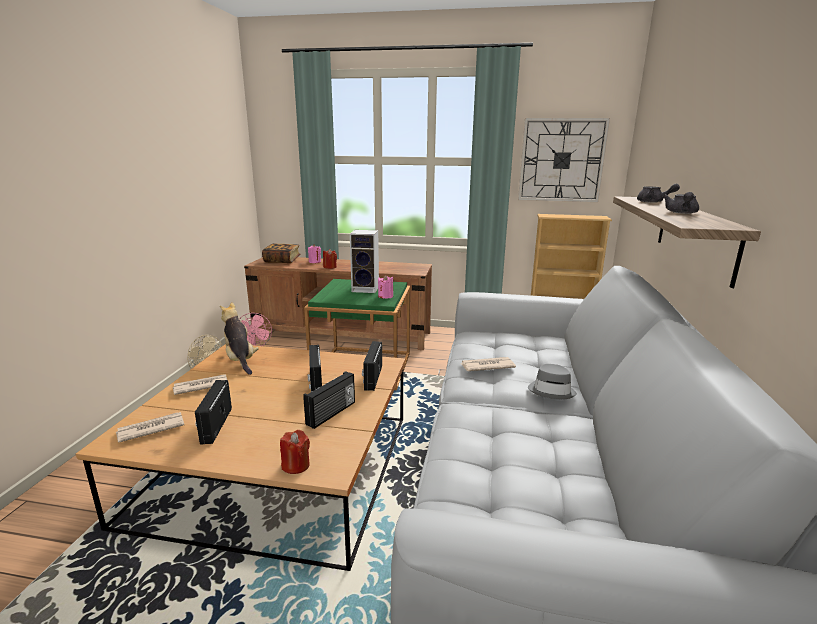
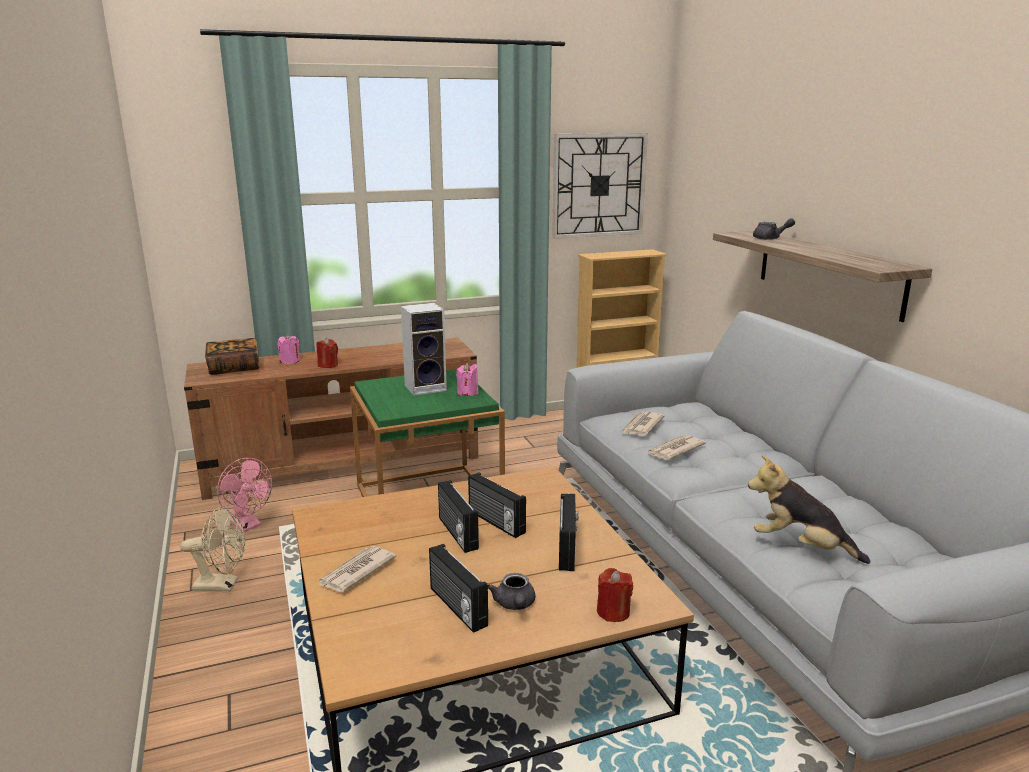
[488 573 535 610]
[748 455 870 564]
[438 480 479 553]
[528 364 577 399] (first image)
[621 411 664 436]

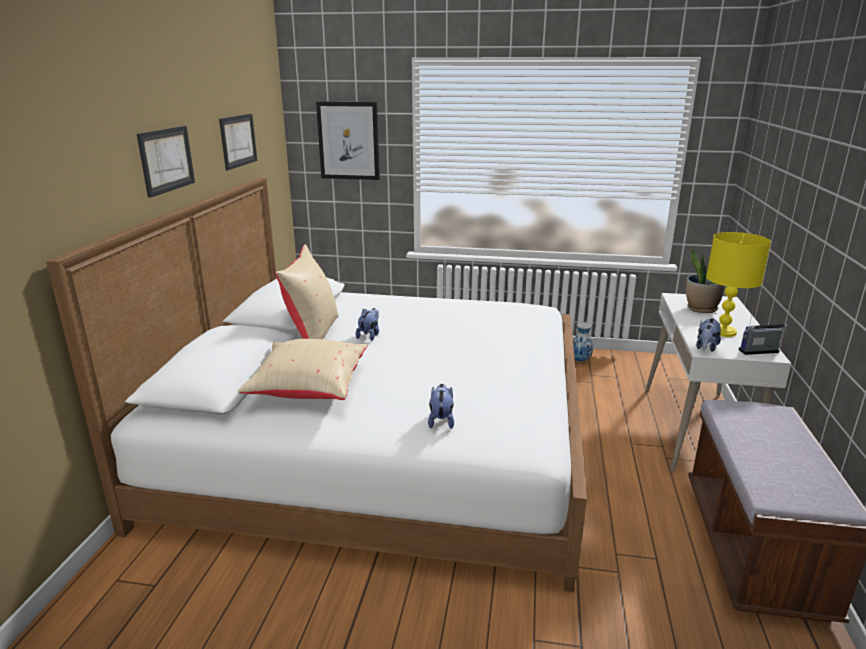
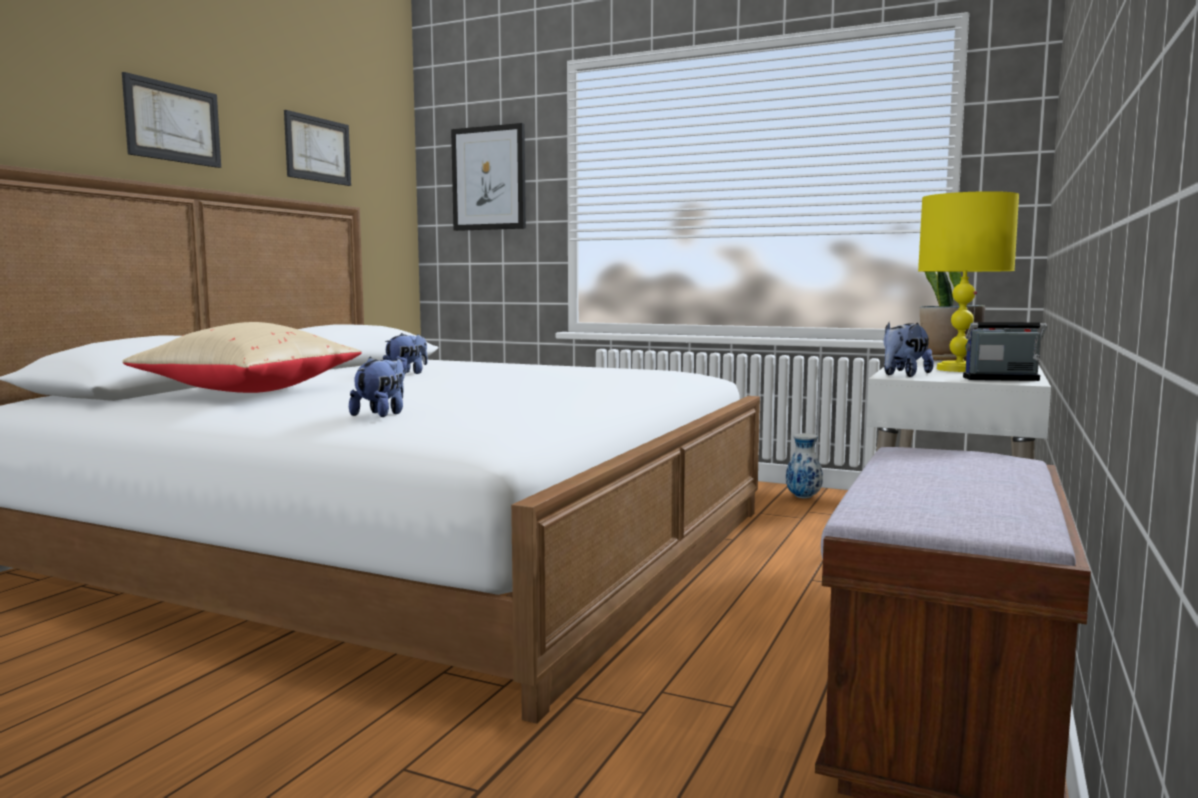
[275 244 339 340] (first image)

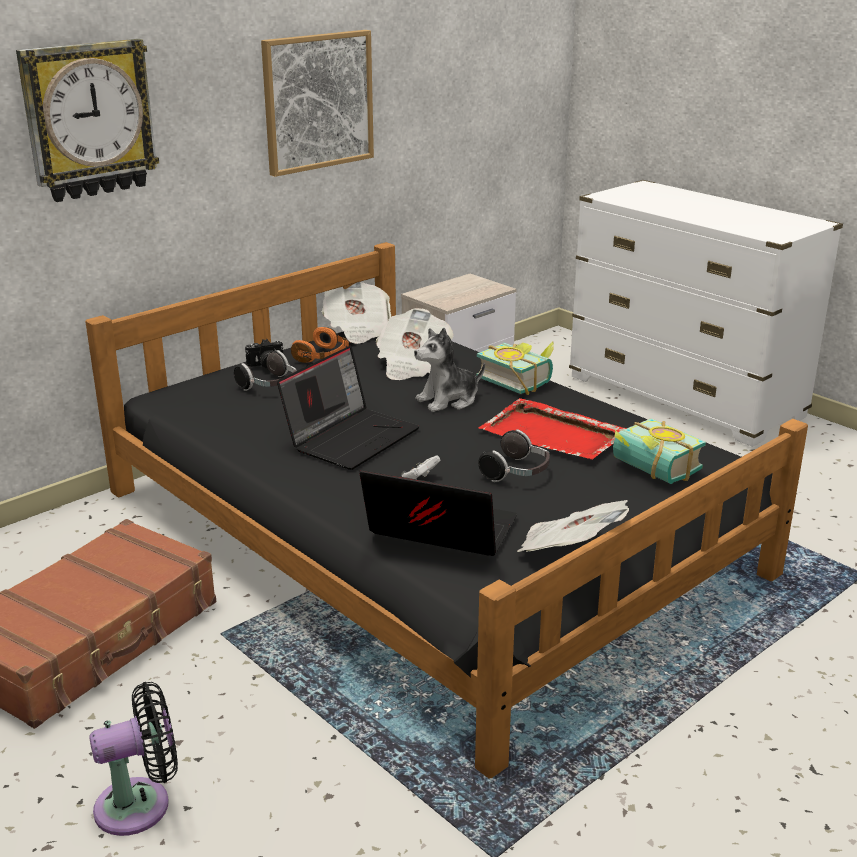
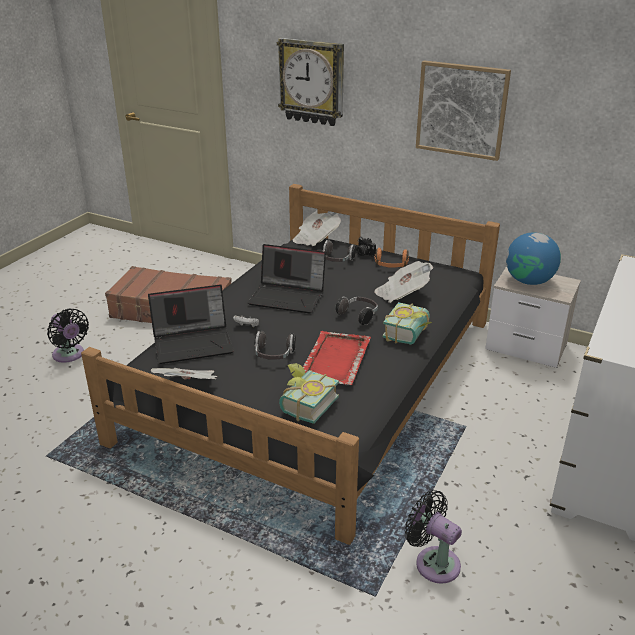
[293 210 341 246]
[335 296 378 325]
[148 284 234 364]
[506 232 561 285]
[405 490 462 584]

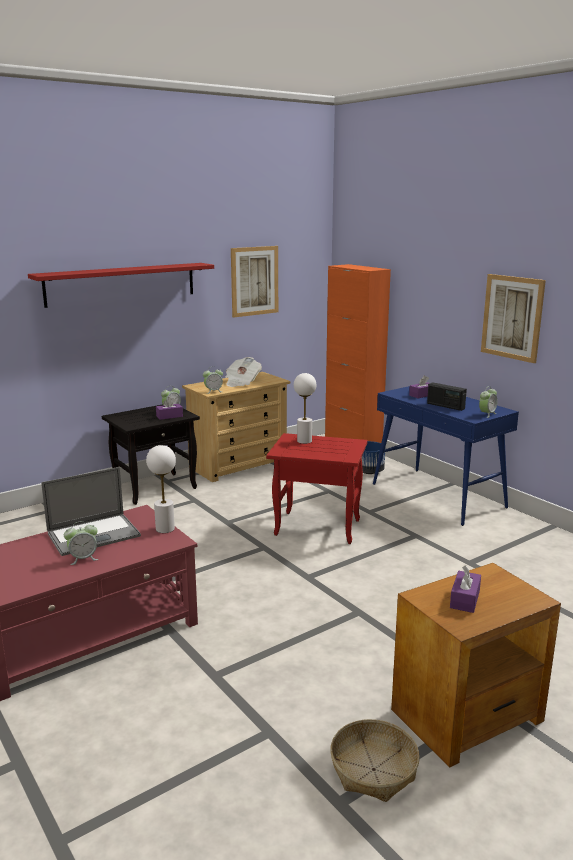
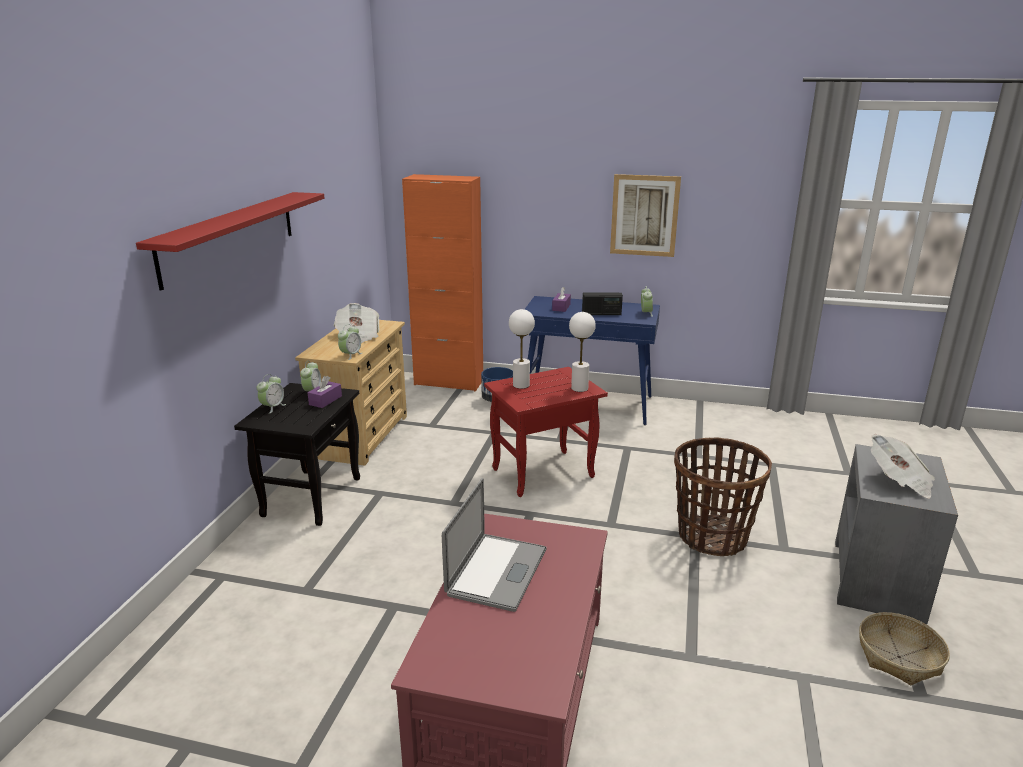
[231 246 278 318] (first image)
[569 312 596 392]
[256 374 286 414]
[835 444 958 624]
[871 434 935 498]
[674 437 772 556]

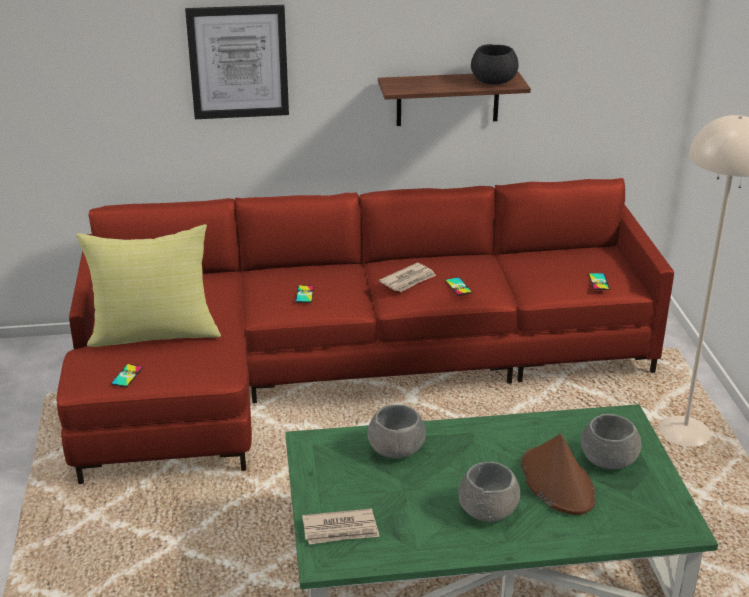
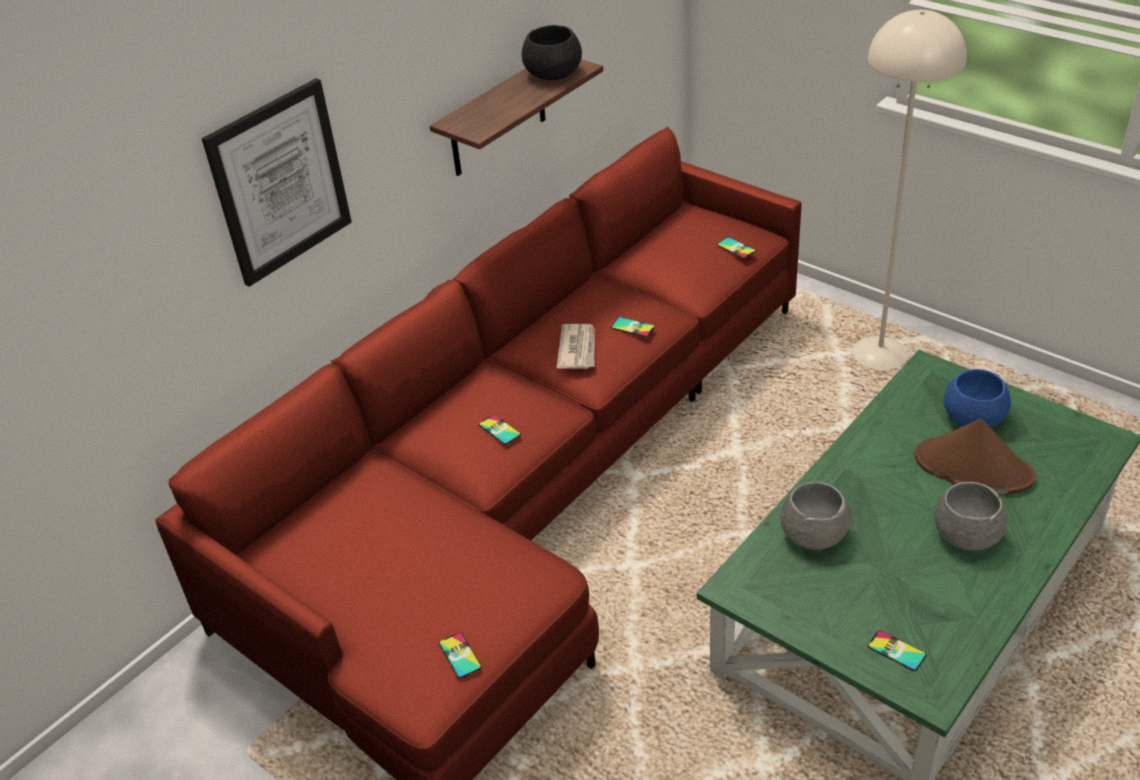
[76 224 221 347] (first image)
[944 369 1011 428]
[868 630 927 671]

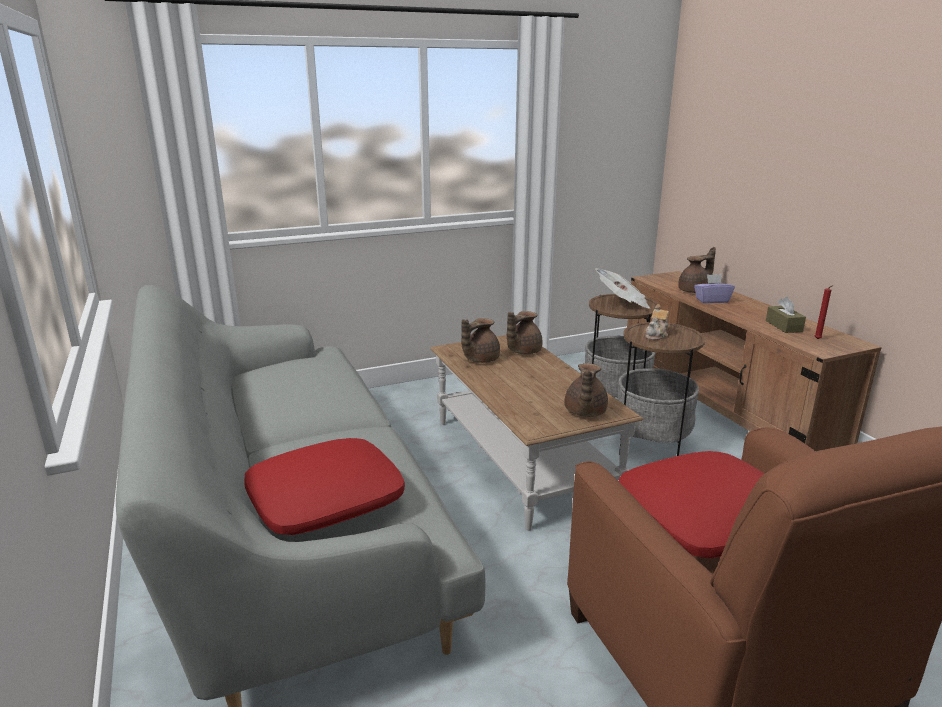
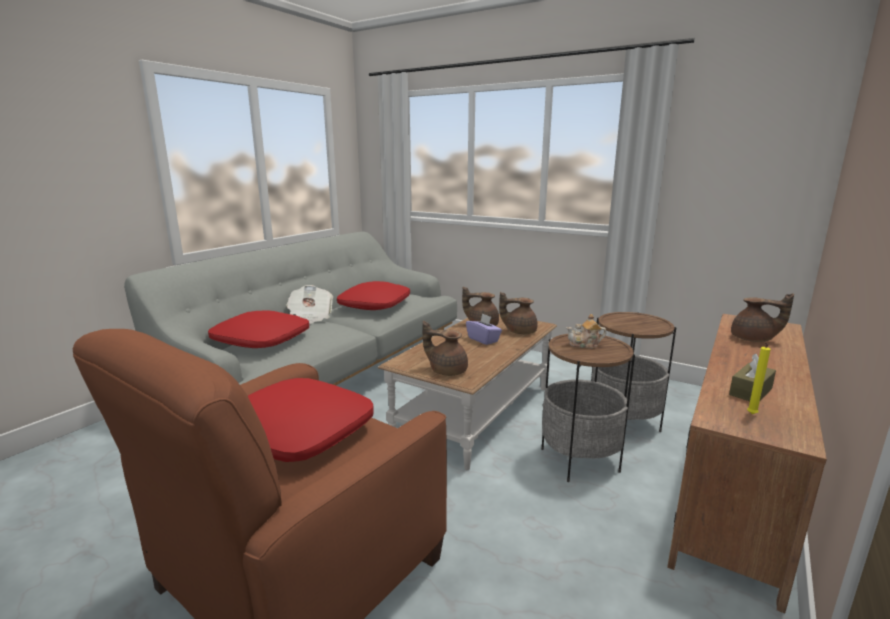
[286 285 333 324]
[466 313 502 345]
[747 343 771 414]
[422 321 468 376]
[337 281 410 310]

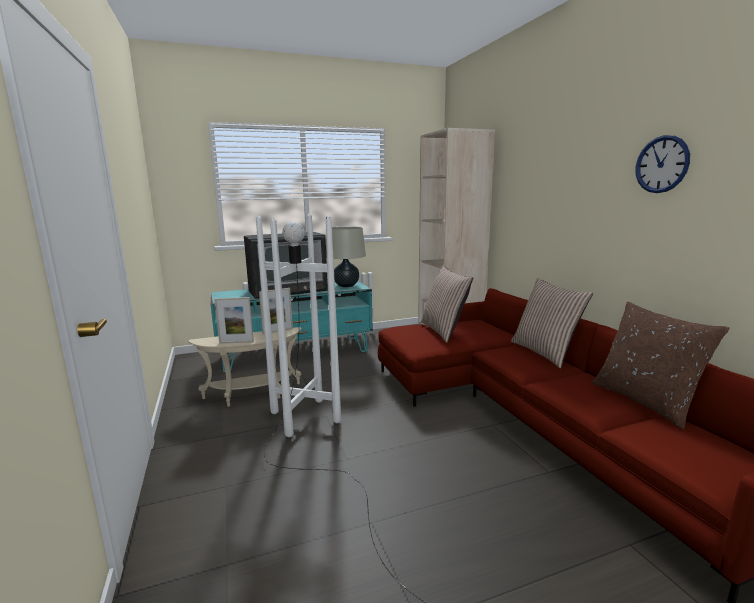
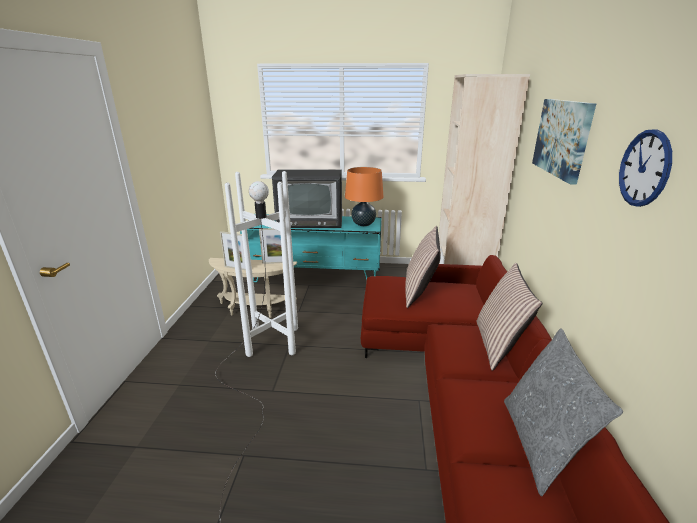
[345 167 383 226]
[504 328 623 496]
[532 99 596 185]

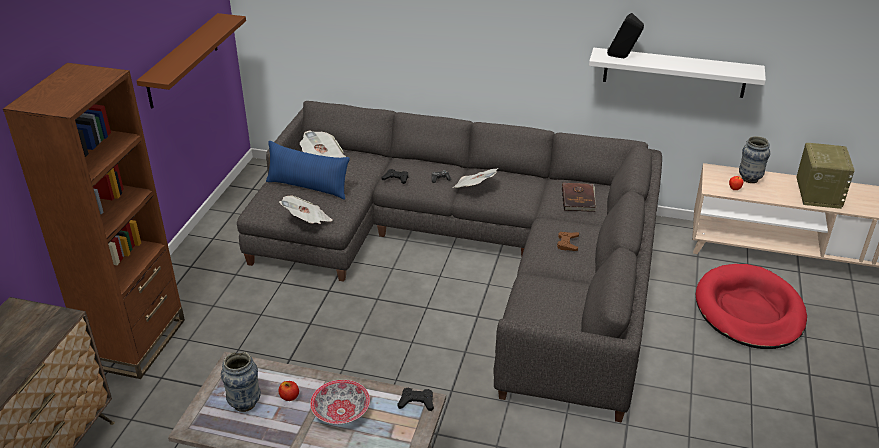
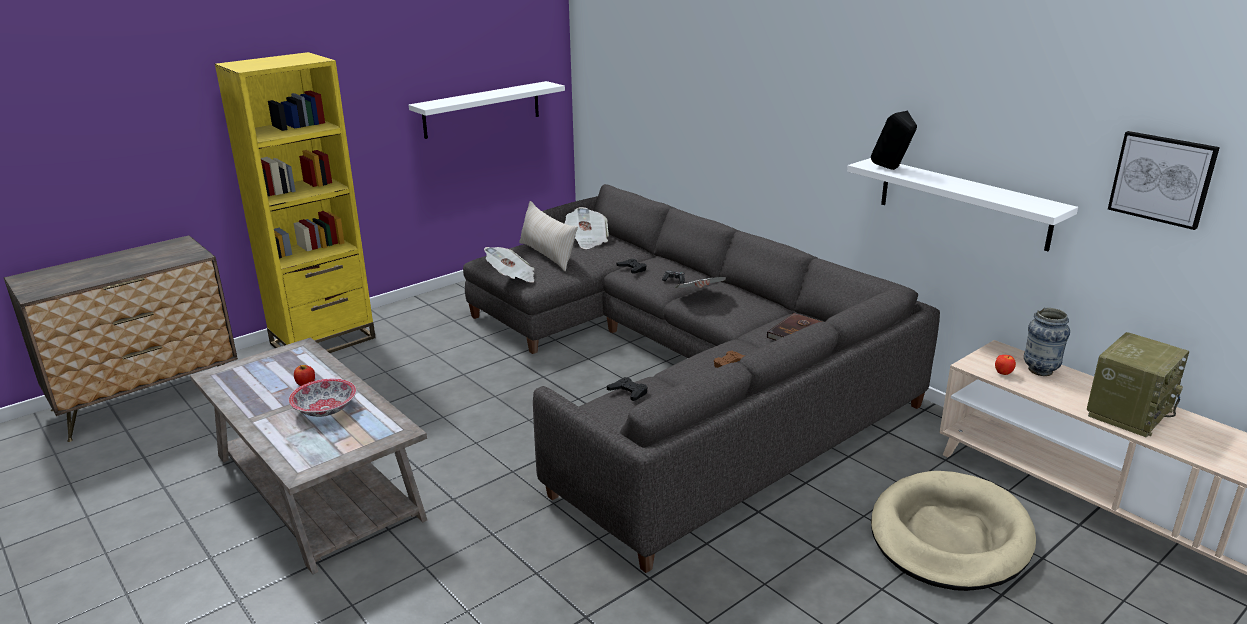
[409 81 565 139]
[215 52 376 353]
[519 201 578 271]
[871 471 1036 591]
[221 352 261 412] (first image)
[607 377 648 401]
[1108 131 1220 230]

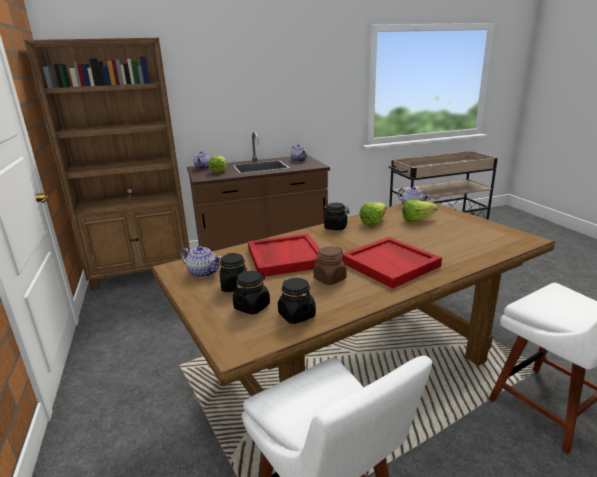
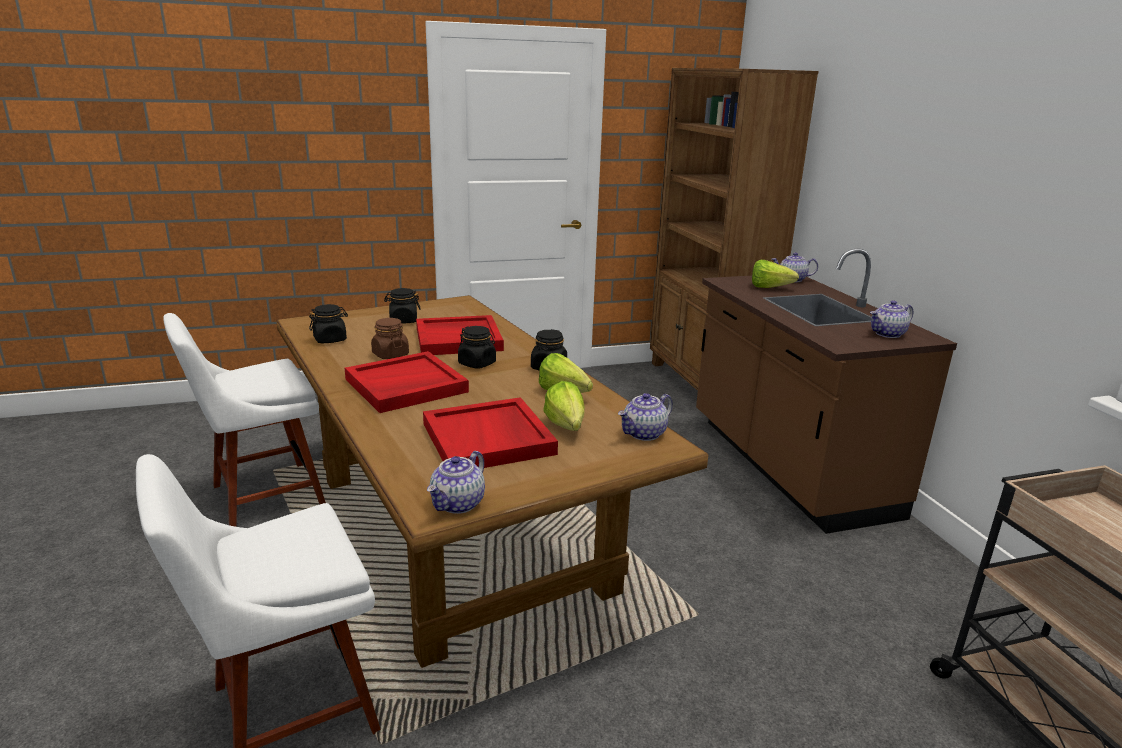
[427 451 485 514]
[458 326 496 369]
[423 397 558 468]

